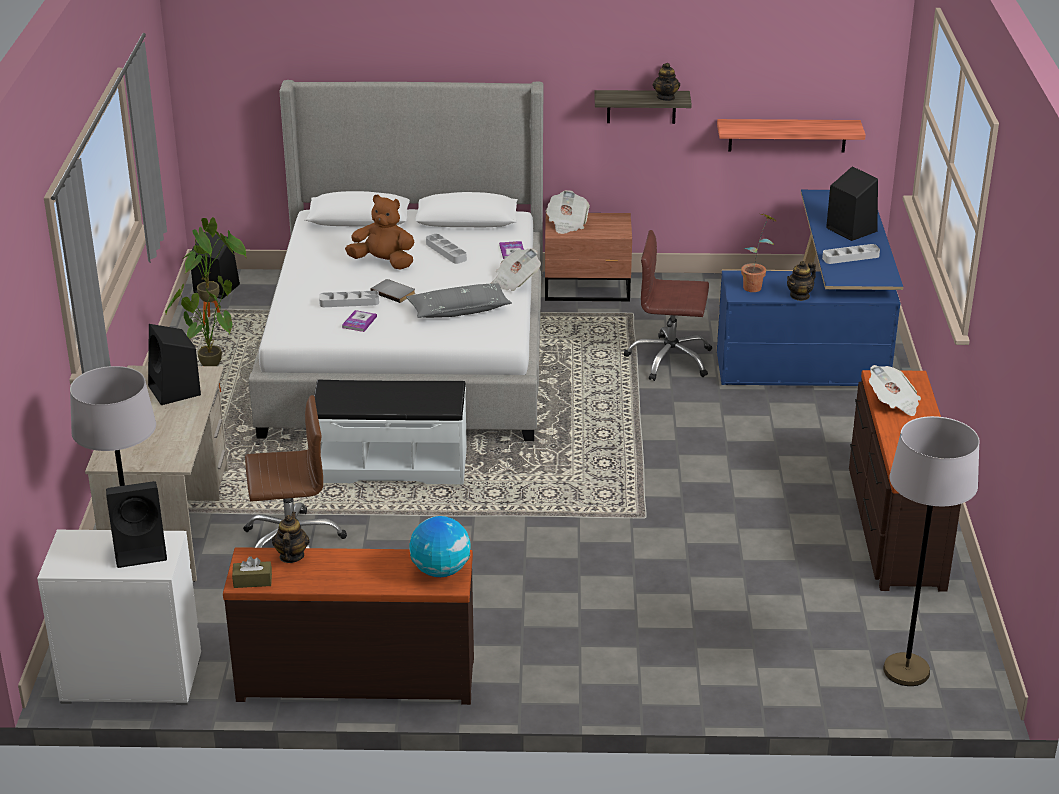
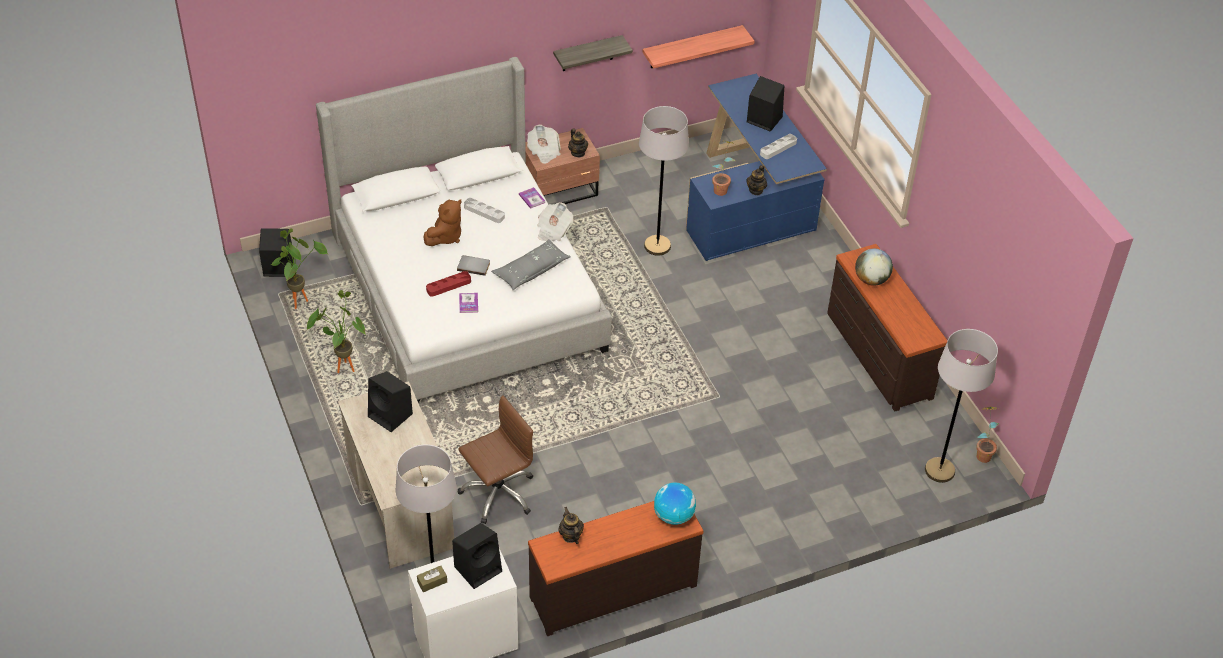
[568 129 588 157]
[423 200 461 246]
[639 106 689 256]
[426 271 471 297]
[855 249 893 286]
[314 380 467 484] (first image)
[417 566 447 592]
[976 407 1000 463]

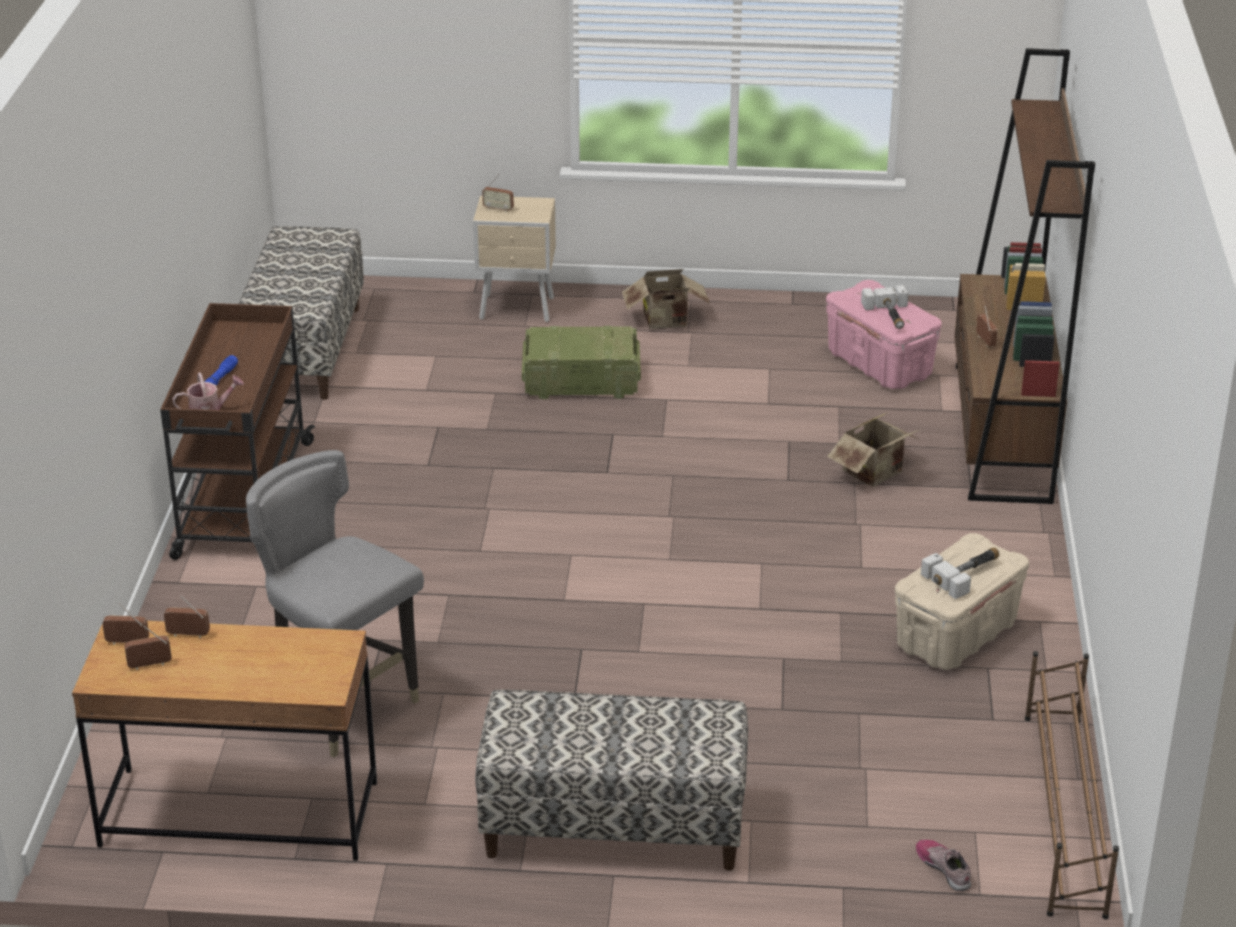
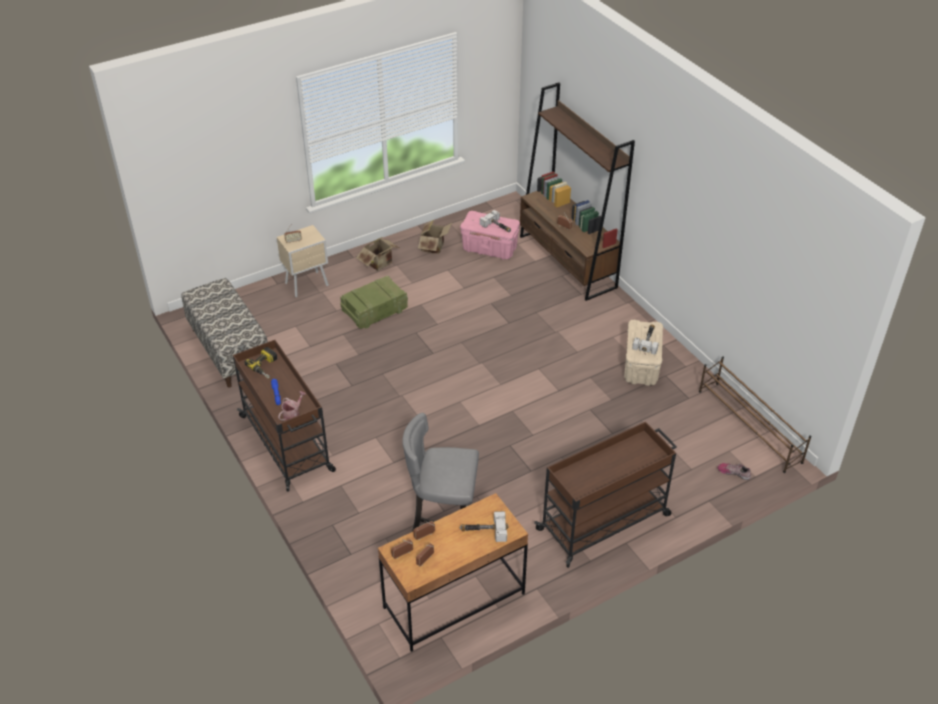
[418 220 452 254]
[534 422 677 568]
[244 347 277 379]
[460 511 508 542]

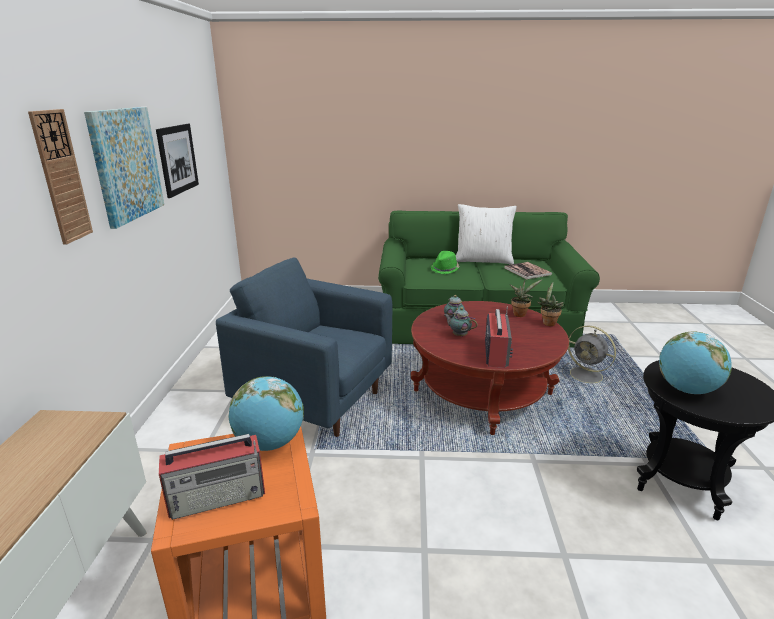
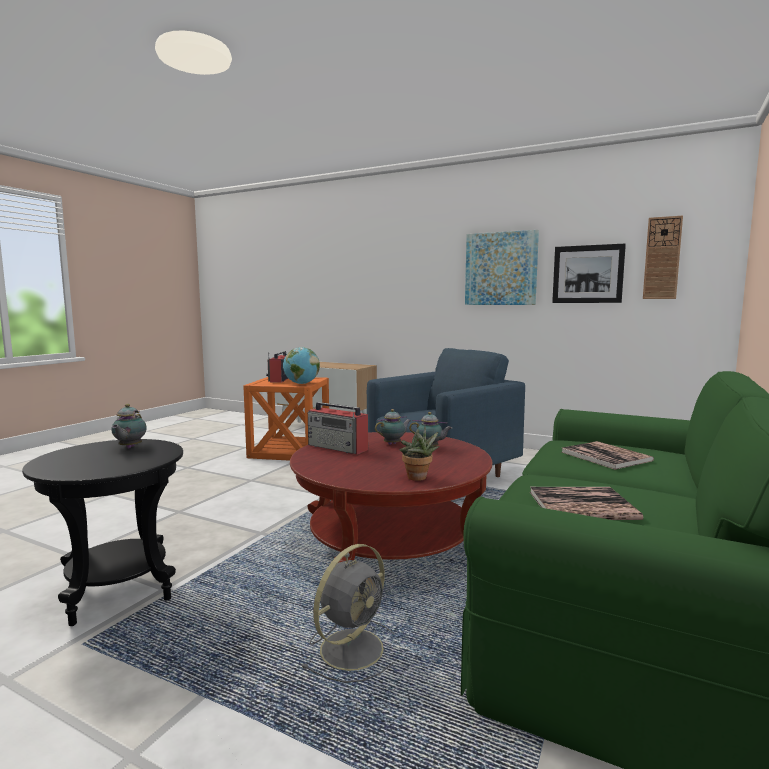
[643 215 683 299]
[456 204 517 265] (first image)
[562 441 654 470]
[537 282 564 326] (first image)
[301 544 395 683]
[111 404 147 448]

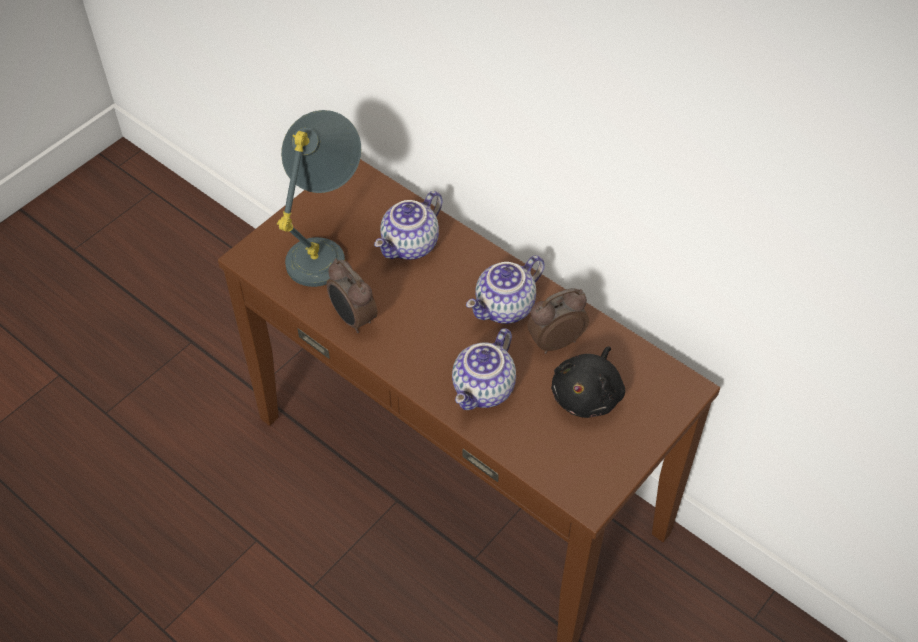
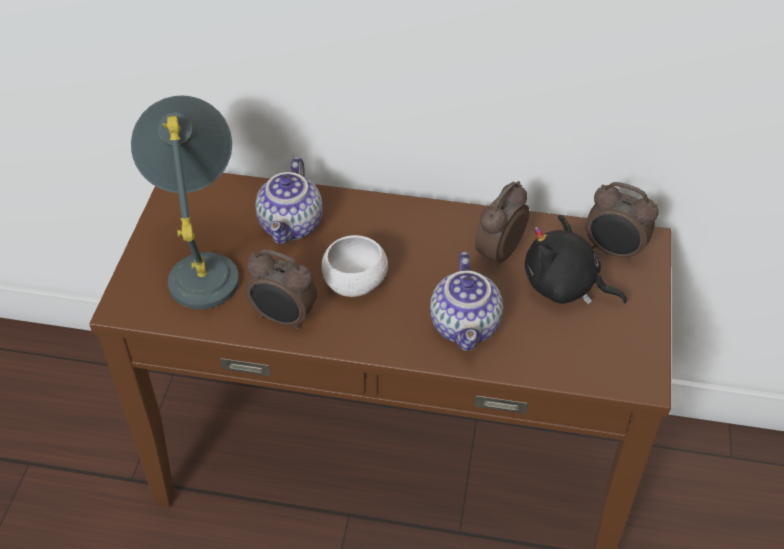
[466 255 545 324] (first image)
[525 215 627 305]
[586 182 658 263]
[321 235 388 297]

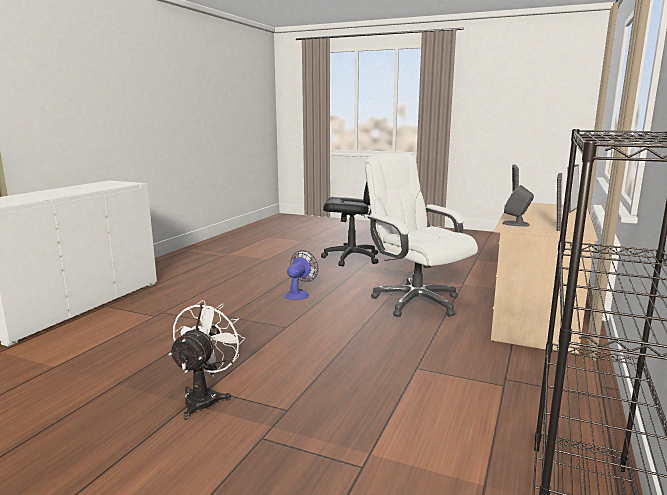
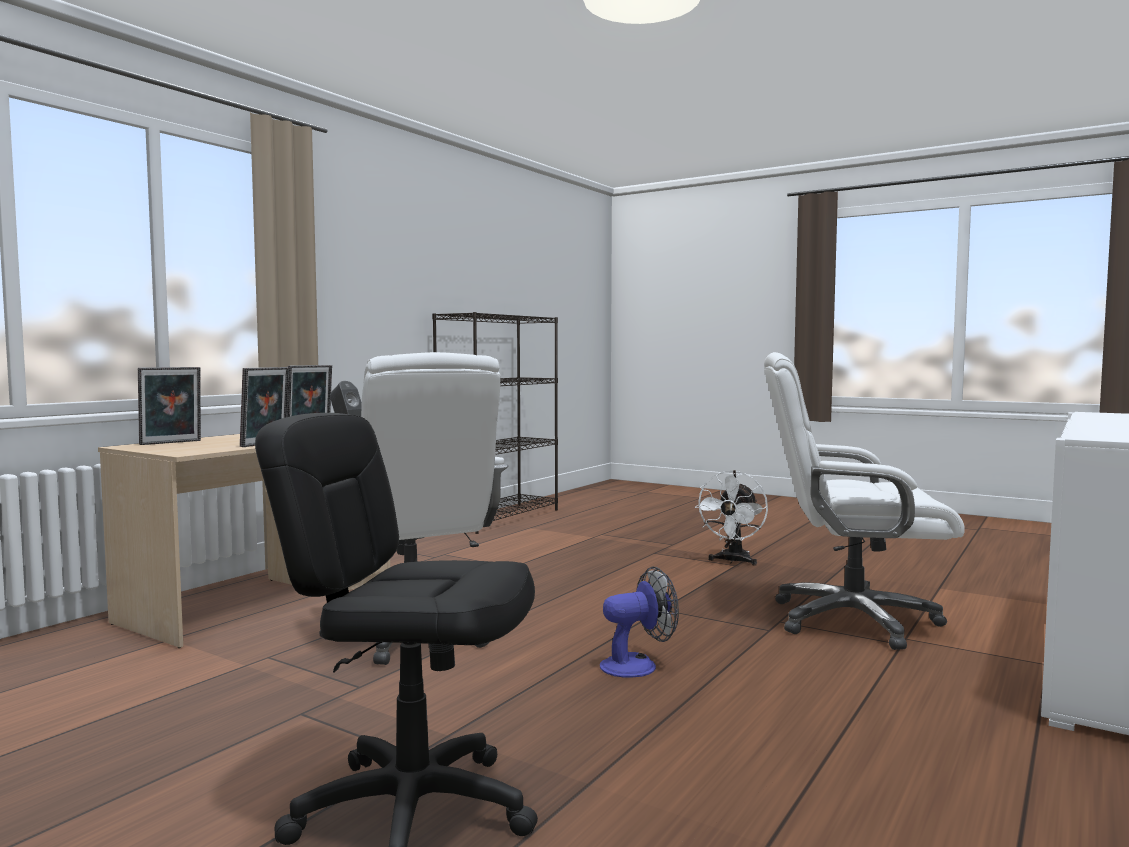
[600 567 679 678]
[764 352 965 650]

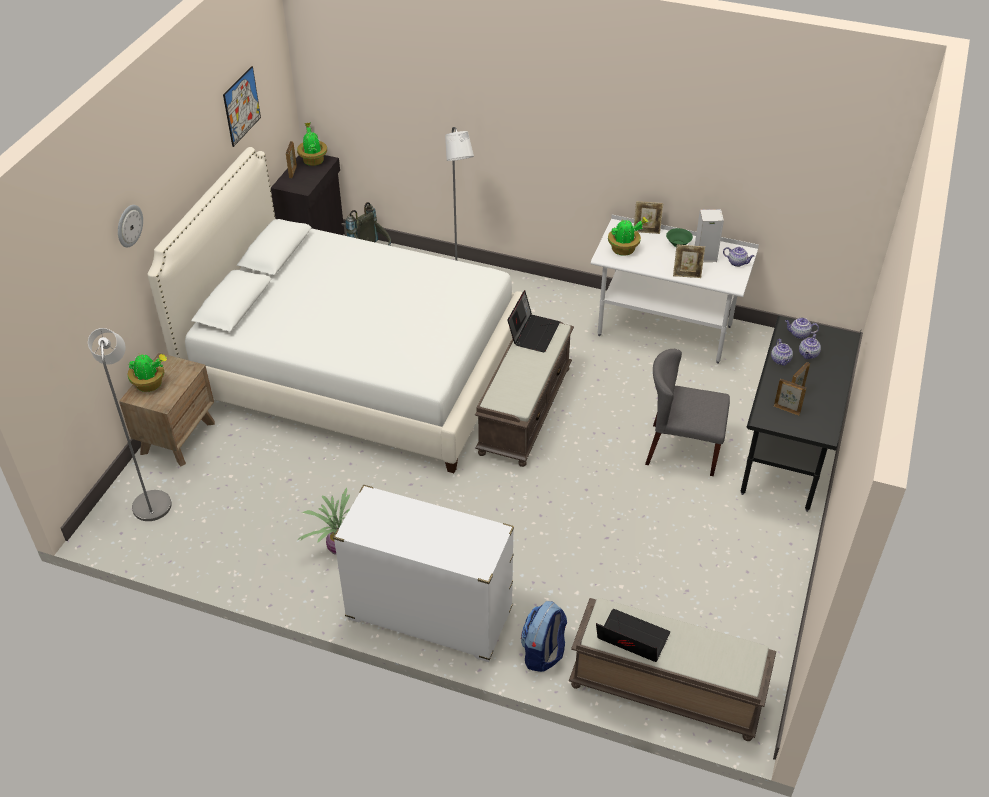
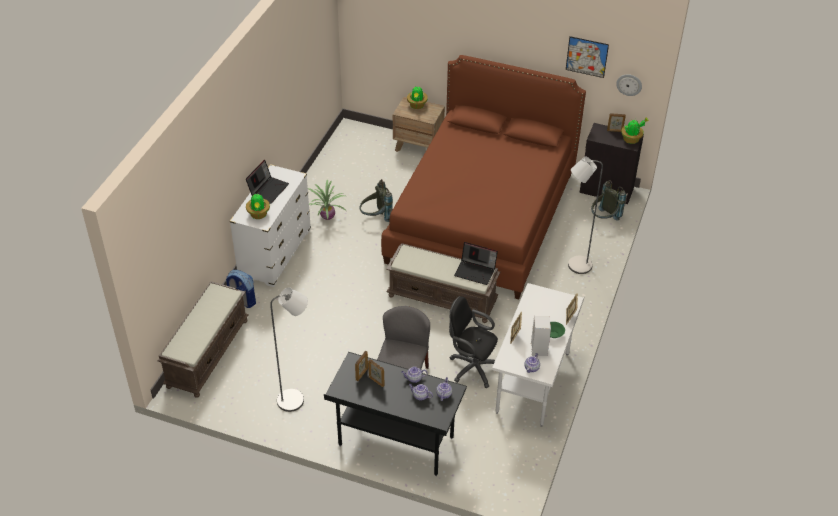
[381 55 586 299]
[616 74 642 96]
[246 193 270 219]
[270 287 308 412]
[246 160 289 204]
[359 179 393 222]
[449 296 498 388]

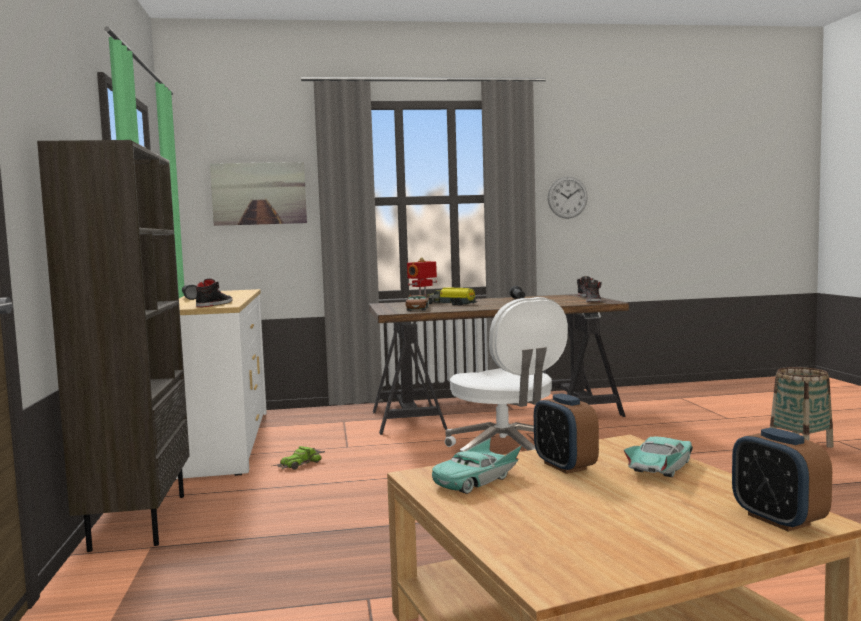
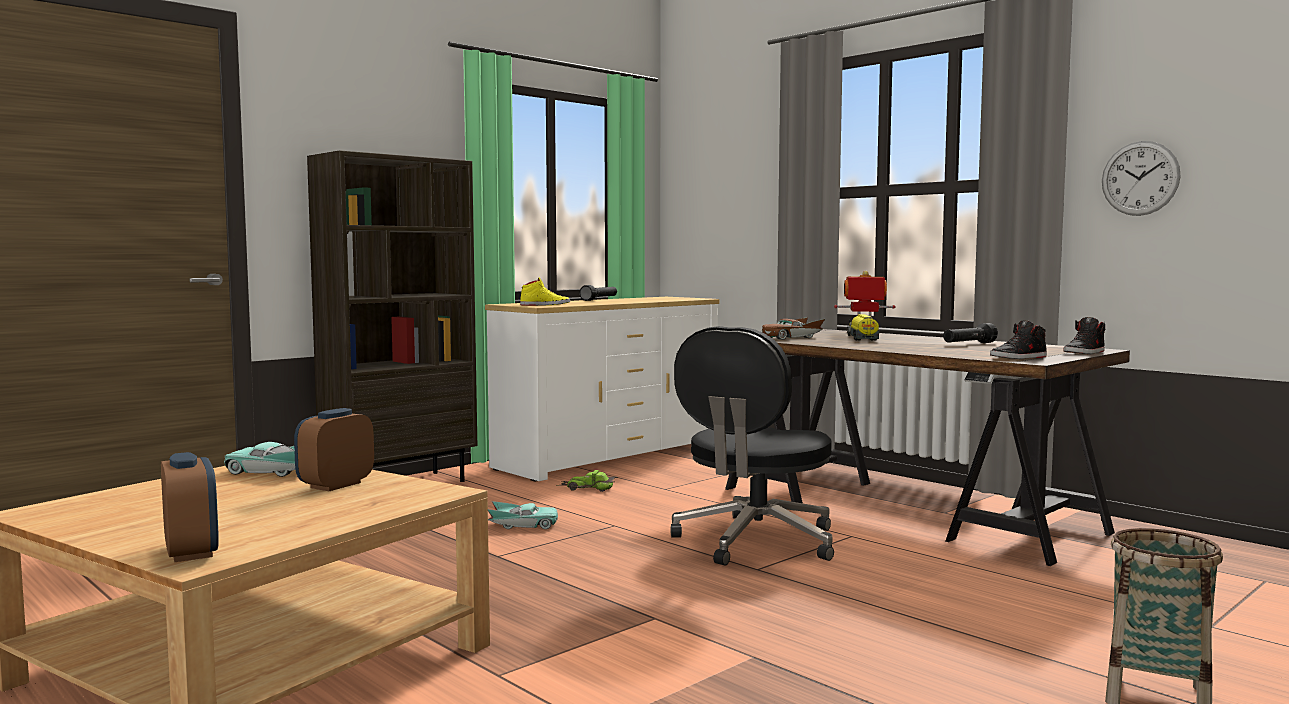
[210 162 307 226] (first image)
[520 278 570 306]
[671 326 834 566]
[161 452 219 562]
[488 501 558 529]

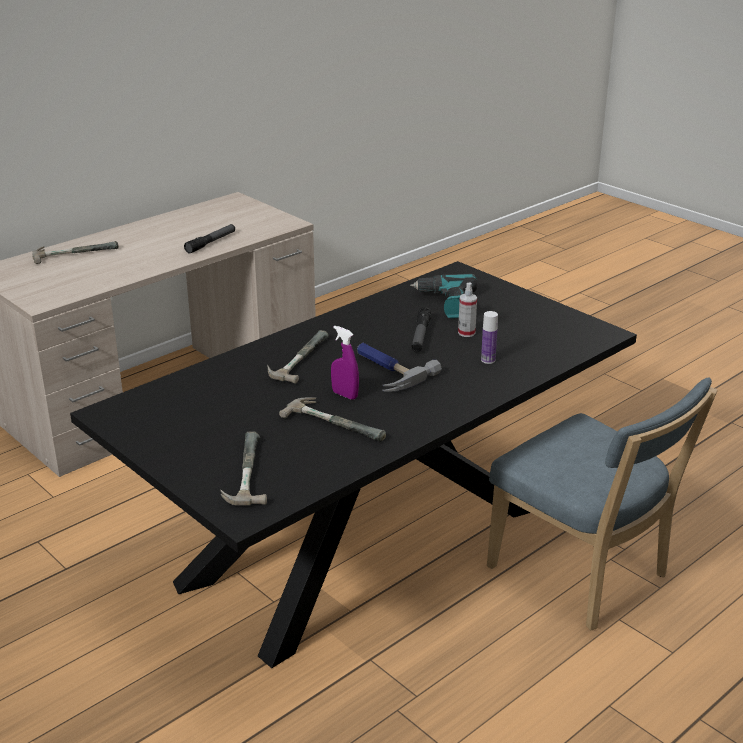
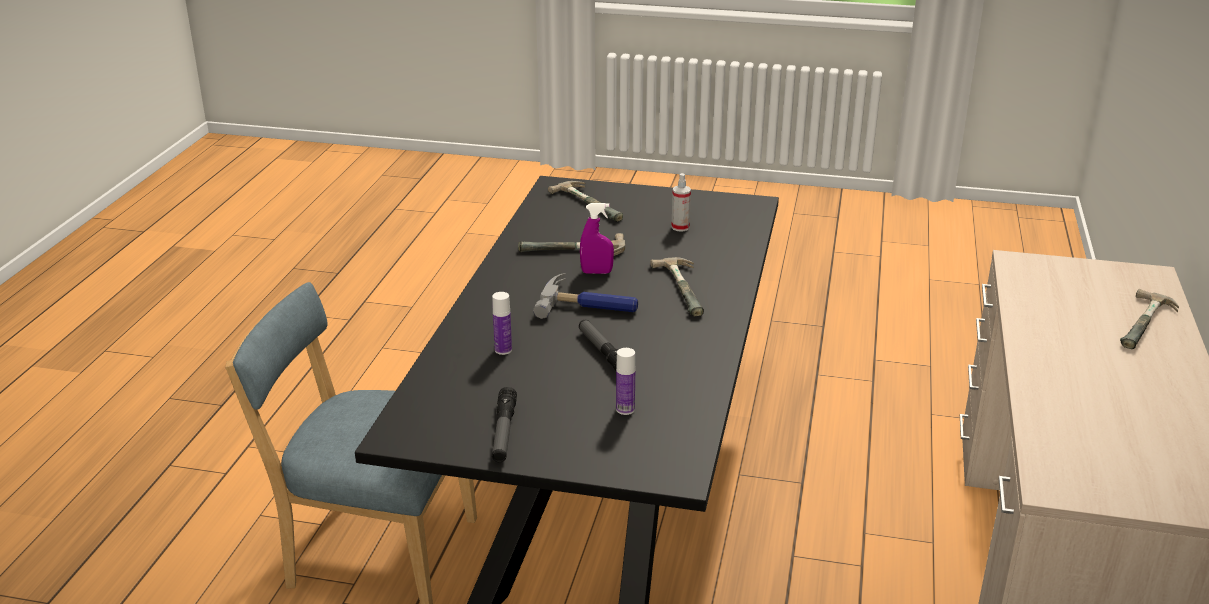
[492 387 517 462]
[616 348 635 415]
[672 173 691 231]

